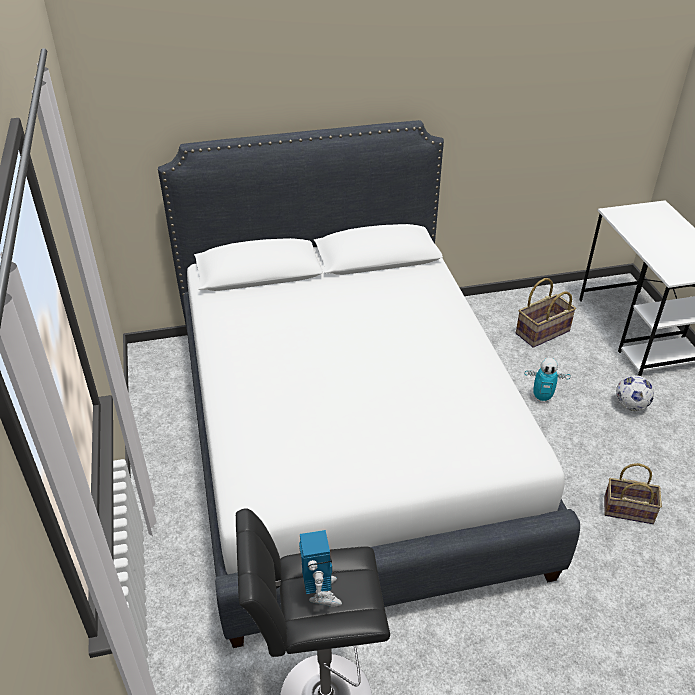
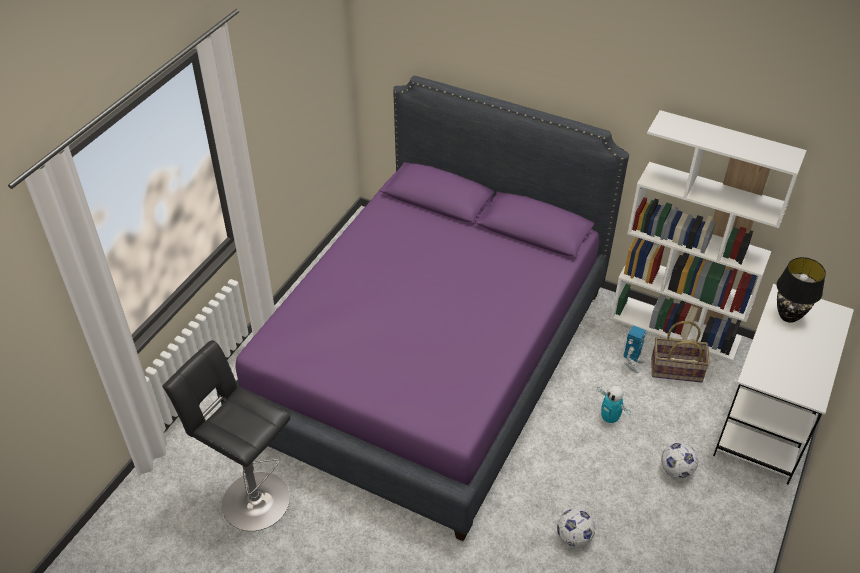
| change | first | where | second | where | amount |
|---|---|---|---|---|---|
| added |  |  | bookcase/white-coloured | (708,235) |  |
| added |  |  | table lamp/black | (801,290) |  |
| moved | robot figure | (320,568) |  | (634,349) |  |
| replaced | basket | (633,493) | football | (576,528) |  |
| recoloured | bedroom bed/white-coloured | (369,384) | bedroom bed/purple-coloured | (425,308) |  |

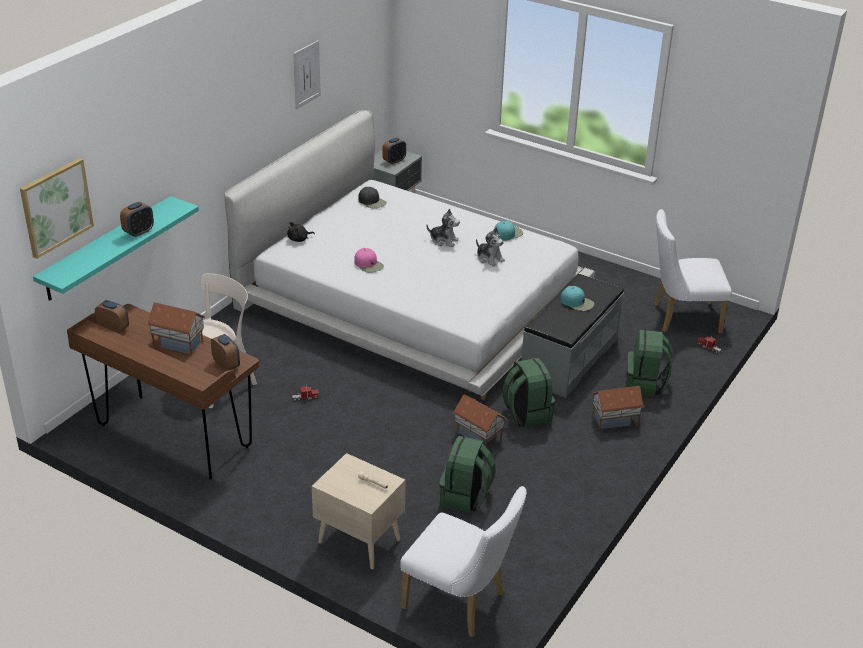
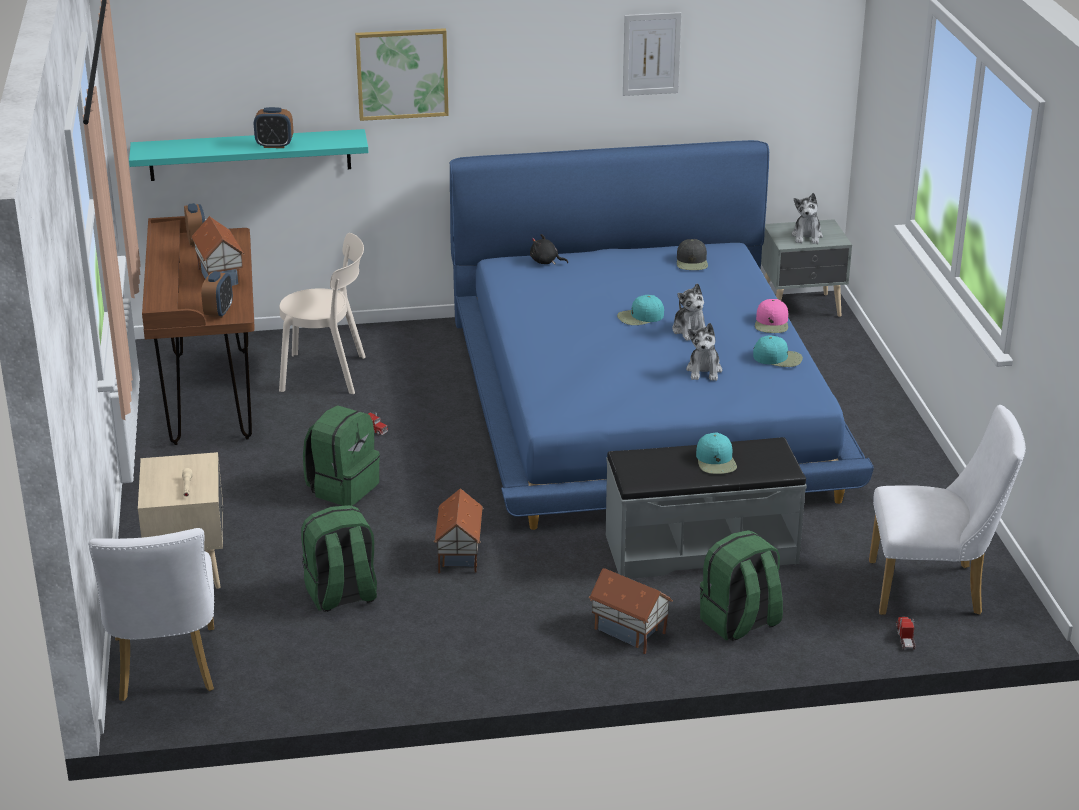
| change | first | where | second | where | amount |
|---|---|---|---|---|---|
| added |  |  | baseball cap/turquoise | (640,310) |  |
| moved | wall picture | (57,208) |  | (402,74) |  |
| moved | baseball cap/pinkish | (369,260) |  | (771,316) |  |
| moved | rucksack/greenish | (528,393) |  | (341,455) |  |
| replaced | alarm clock | (394,151) | cuddly toy | (807,218) |  |
| recoloured | bedroom bed/white-coloured | (410,255) | bedroom bed/blue | (661,335) |  |
| turned | plain chair/white-coloured | (693,271) |  | (947,510) | 135 degrees clockwise |

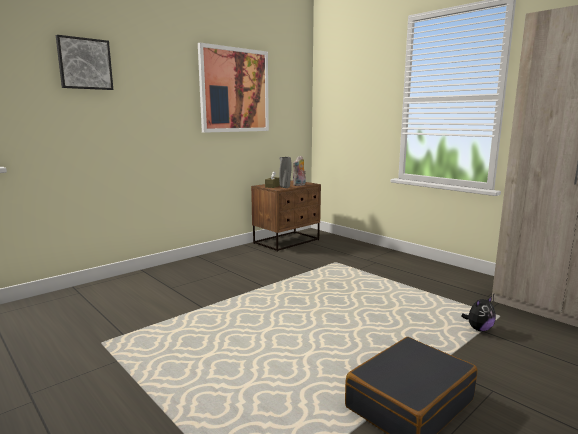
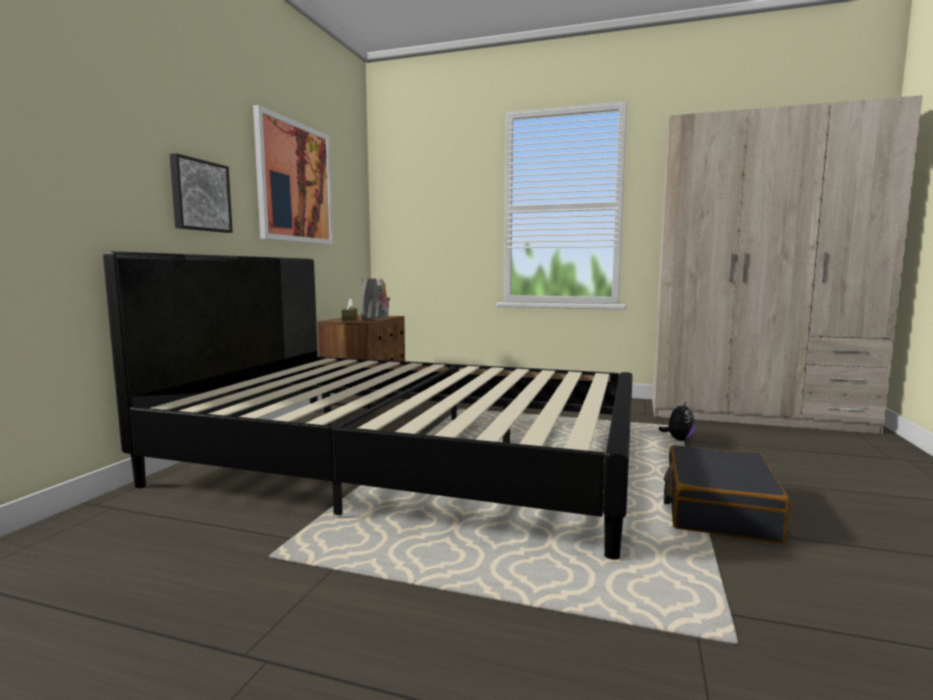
| change | first | where | second | where | amount |
|---|---|---|---|---|---|
| added |  |  | bedroom bed/black | (368,405) |  |
| moved | wall picture | (84,62) |  | (201,193) |  |

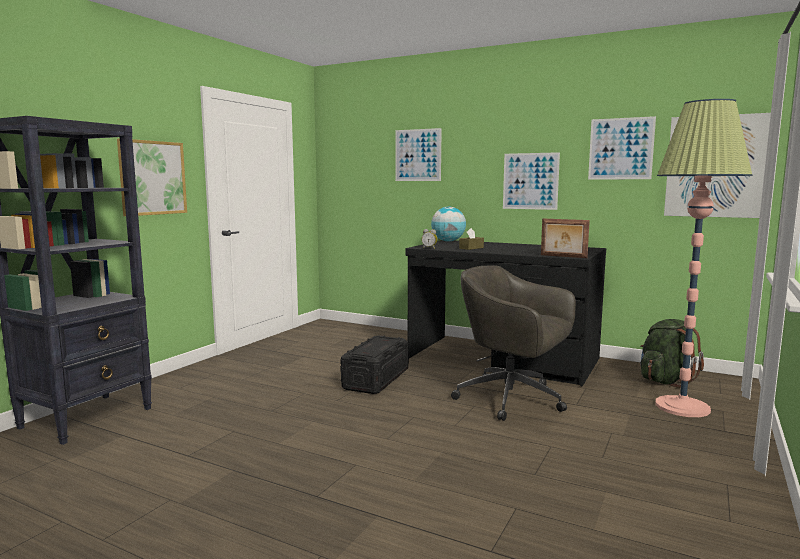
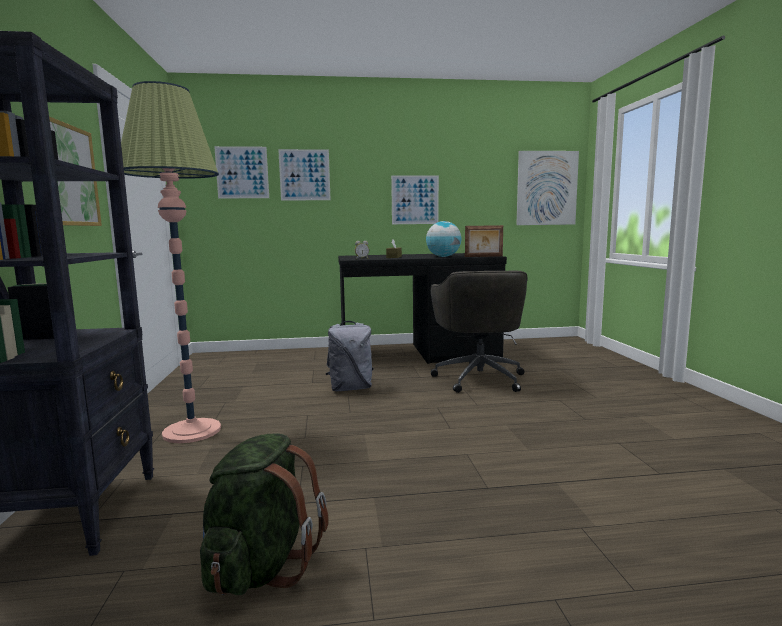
| change | first | where | second | where | amount |
|---|---|---|---|---|---|
| moved | globe | (448,224) |  | (444,239) |  |
| moved | wall picture | (622,147) |  | (241,172) |  |
| moved | rucksack/greenish | (672,353) |  | (264,514) |  |
| moved | standing lamp | (703,258) |  | (171,262) |  |
| replaced | storage container/black | (374,365) | rucksack/grey | (350,356) |  |
| turned | desk chair/grey | (513,343) |  | (479,332) | 90 degrees counterclockwise |

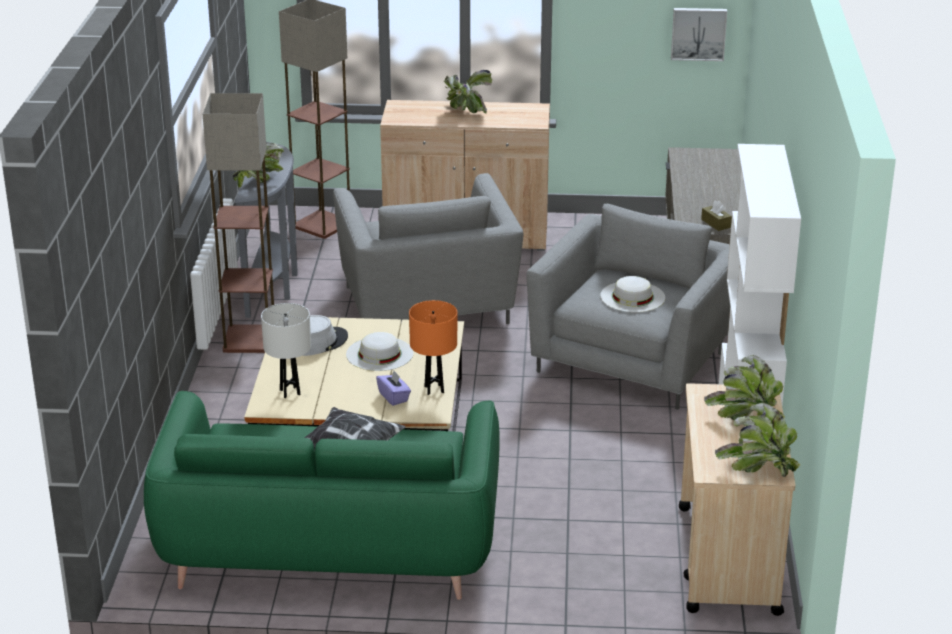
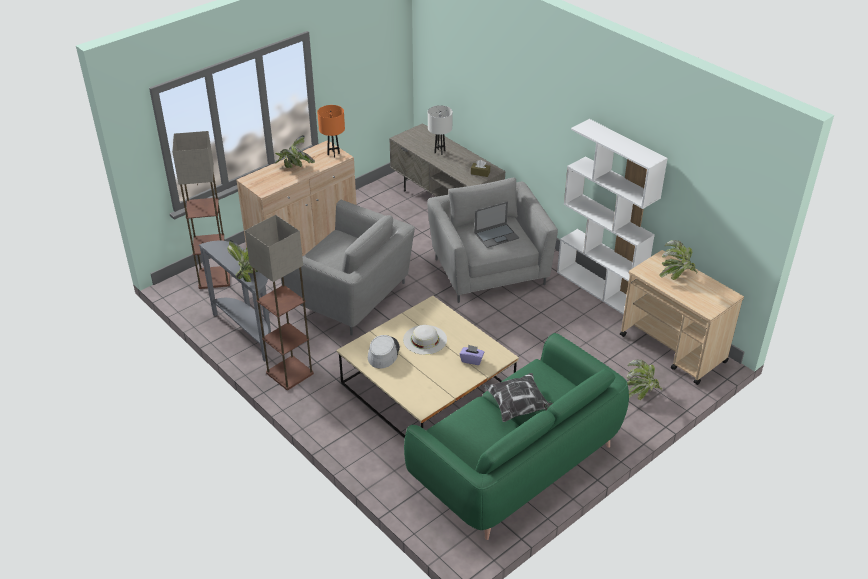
| change | first | where | second | where | amount |
|---|---|---|---|---|---|
| removed | wall picture | (699,34) |  |  |  |
| moved | table lamp/white-coloured | (286,350) |  | (440,130) |  |
| moved | table lamp/orange-coloured | (433,347) |  | (331,131) |  |
| moved | potted plant | (757,440) |  | (644,379) |  |
| replaced | clothing hat/white-coloured | (632,294) | laptop | (496,224) |  |

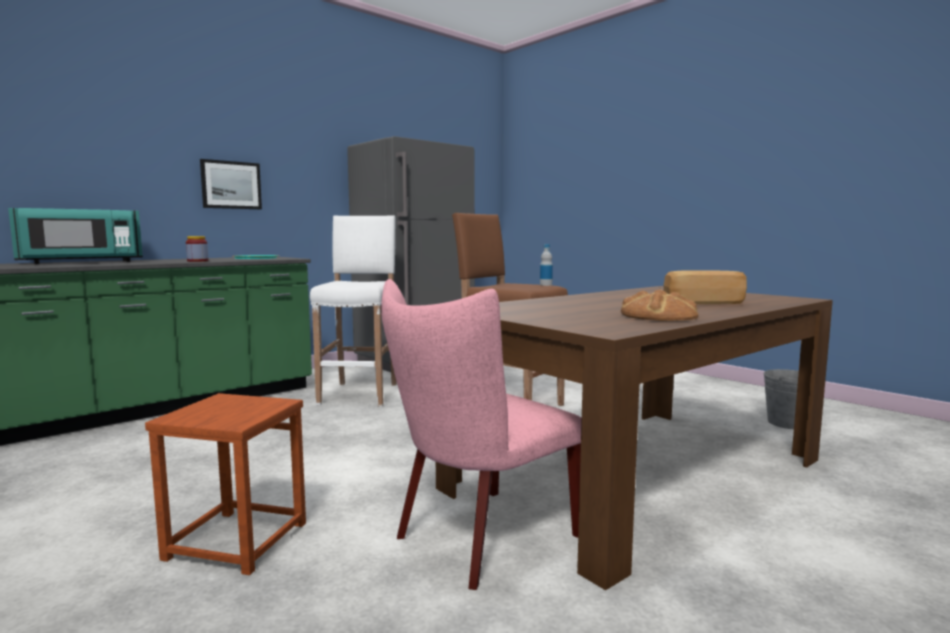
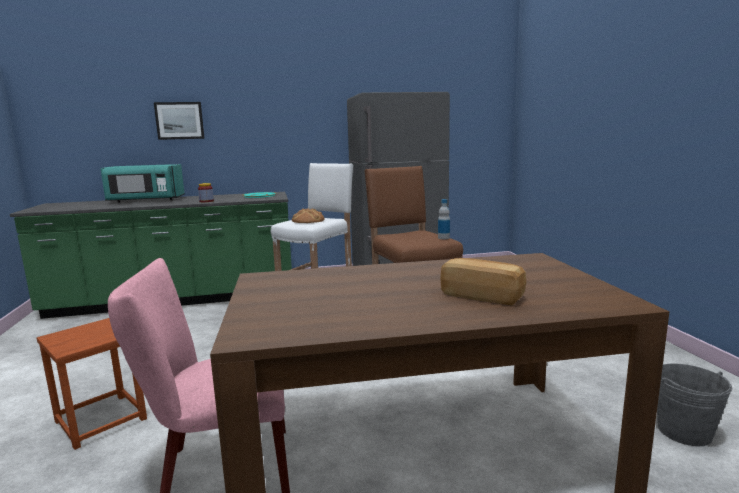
| change | first | where | second | where | amount |
|---|---|---|---|---|---|
| moved | wall picture | (231,184) |  | (179,121) |  |
| moved | bread | (659,305) |  | (308,215) |  |

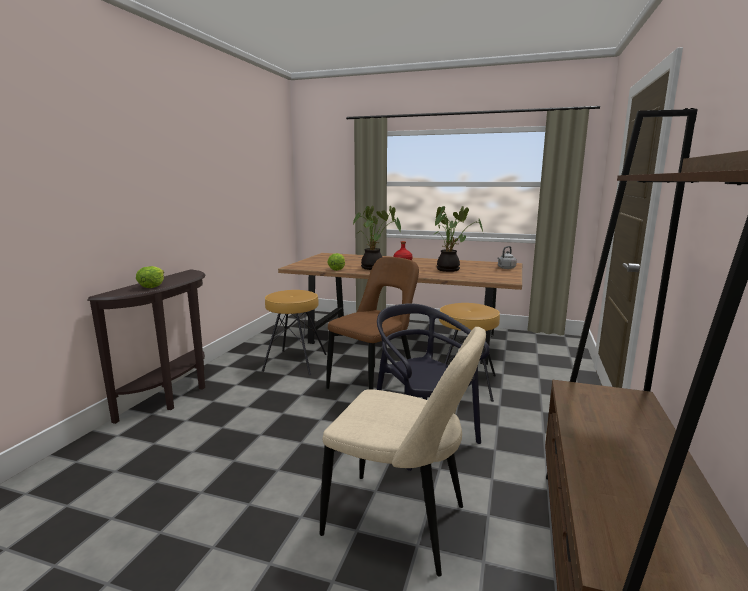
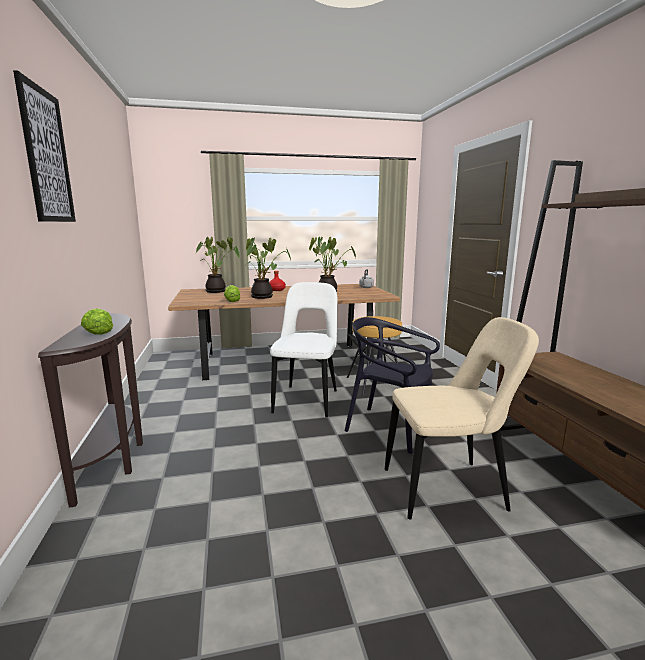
| change | first | where | second | where | amount |
|---|---|---|---|---|---|
| removed | stool seat/brown-coloured | (294,333) |  |  |  |
| added |  |  | wall picture | (44,146) |  |
| added |  |  | potted plant | (218,265) |  |
| recoloured | plain chair/brown-coloured | (372,323) | plain chair/white-coloured | (304,349) |  |

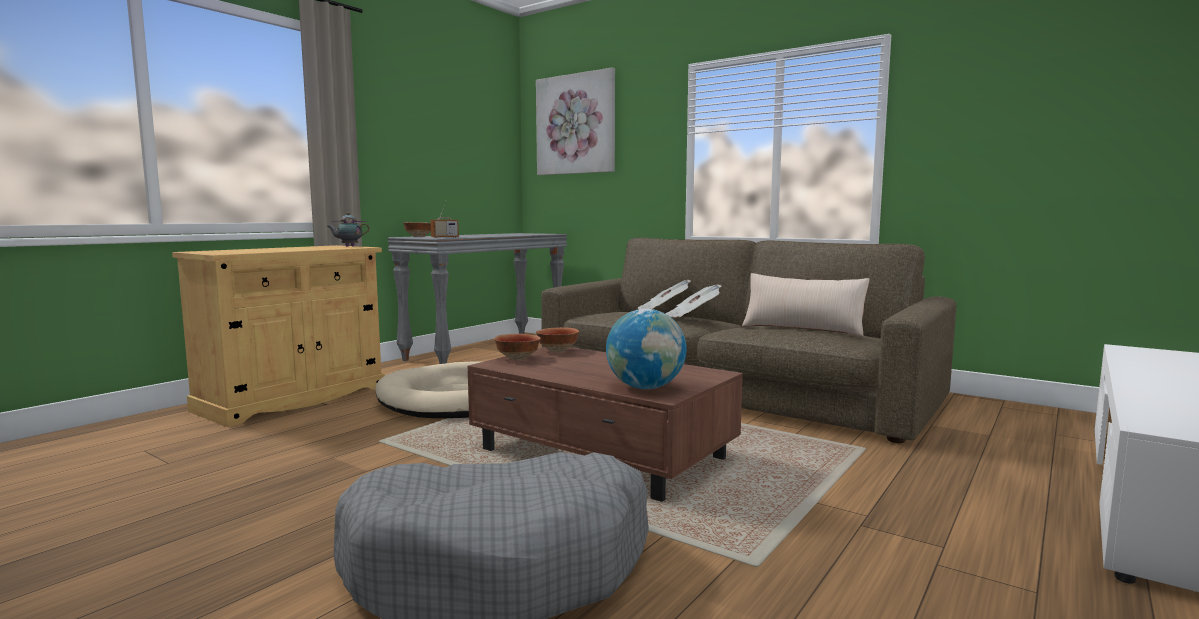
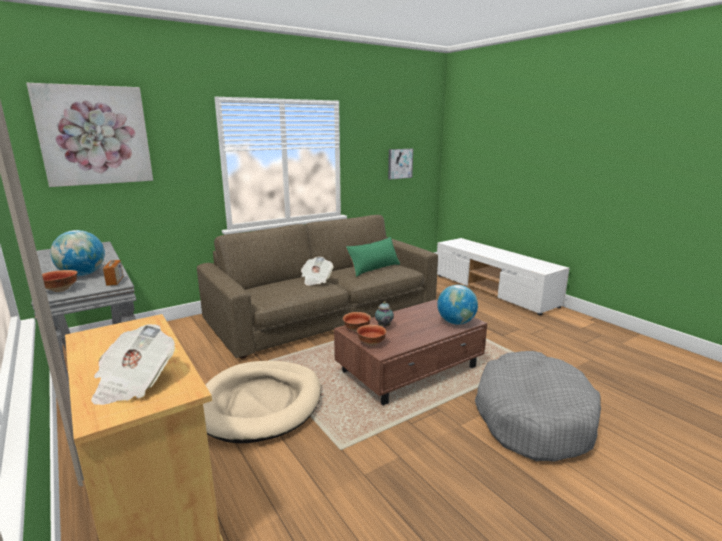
| change | first | where | second | where | amount |
|---|---|---|---|---|---|
| added |  |  | globe | (77,253) |  |
| added |  |  | wall picture | (400,164) |  |
| moved | pot for tea | (348,229) |  | (384,314) |  |
| moved | daily paper | (664,294) |  | (133,364) |  |
| recoloured | throw pillow/beige-coloured | (806,304) | throw pillow/greenish | (373,257) |  |

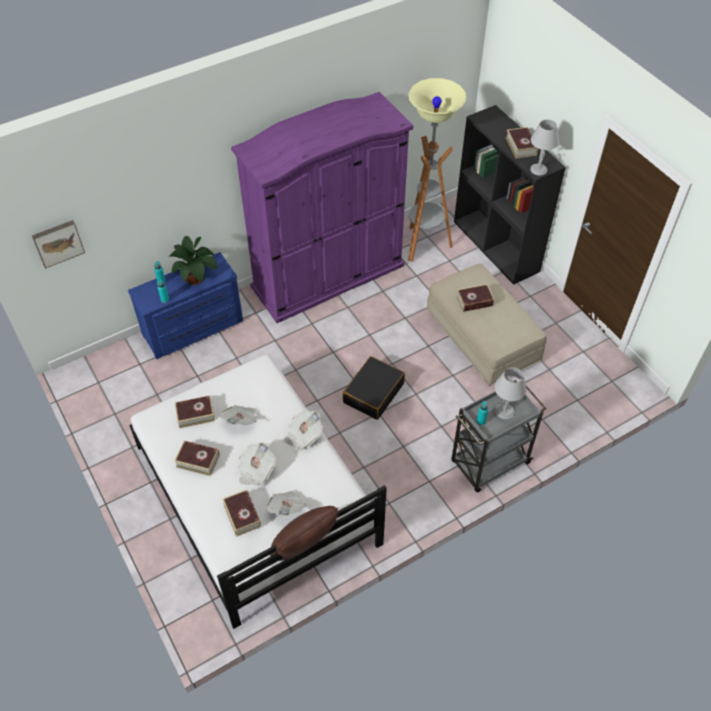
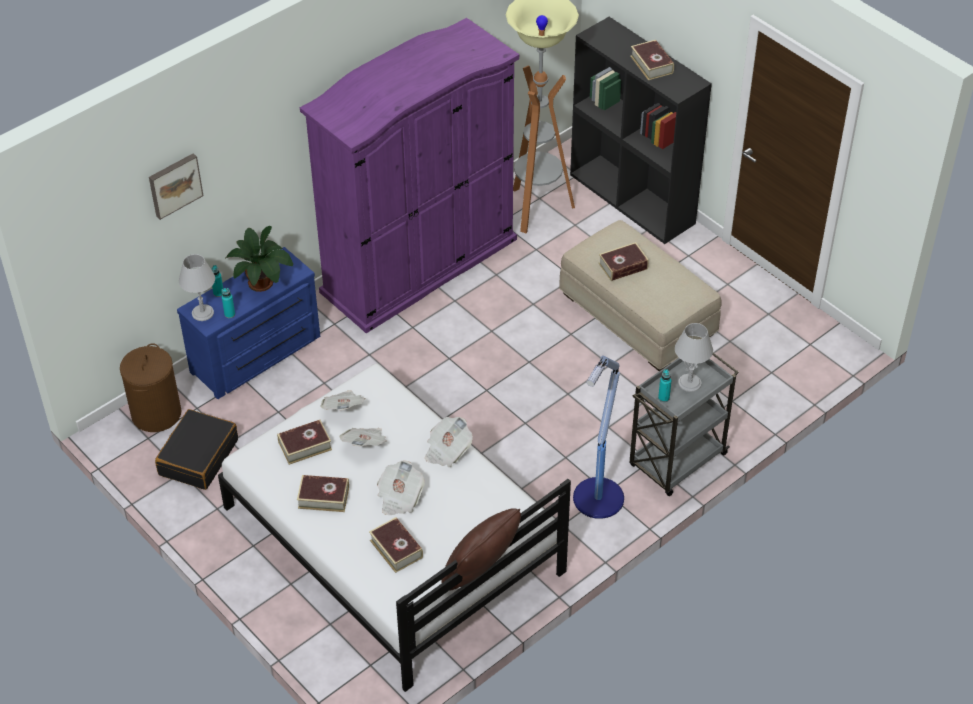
| change | first | where | second | where | amount |
|---|---|---|---|---|---|
| added |  |  | hamper/brown-coloured | (150,387) |  |
| added |  |  | standing lamp | (598,437) |  |
| moved | wall picture | (58,244) |  | (176,187) |  |
| moved | daily paper | (286,503) |  | (342,400) |  |
| moved | piece of luggage/black | (374,388) |  | (196,449) |  |
| moved | table lamp/grey | (544,148) |  | (197,287) |  |

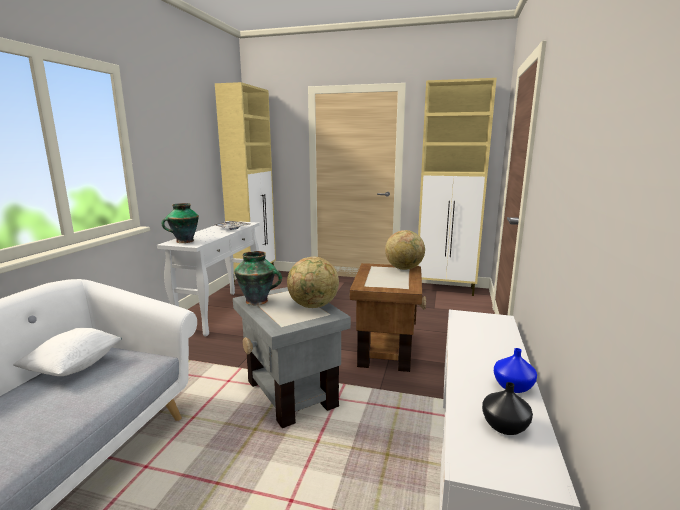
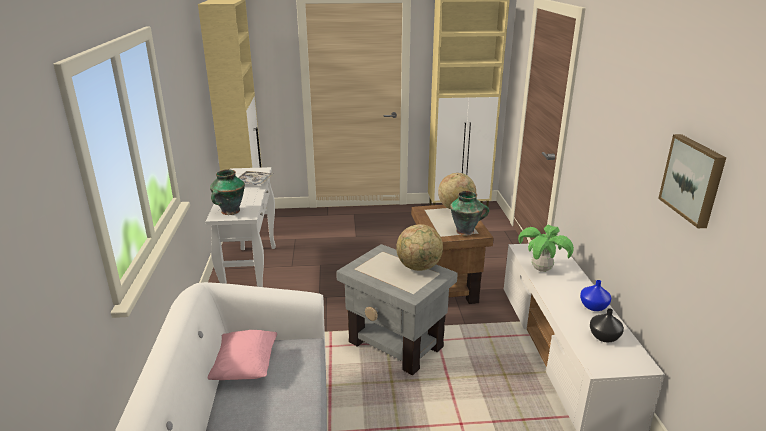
| change | first | where | second | where | amount |
|---|---|---|---|---|---|
| added |  |  | potted plant | (546,248) |  |
| added |  |  | wall picture | (692,181) |  |
| moved | vase | (258,278) |  | (469,213) |  |
| recoloured | throw pillow/white-coloured | (67,352) | throw pillow/pinkish | (242,355) |  |

